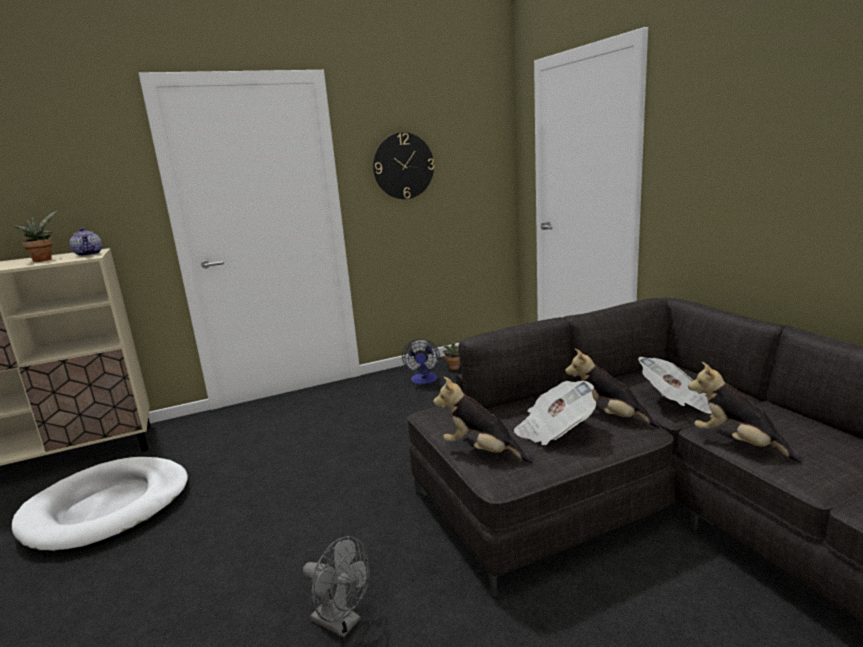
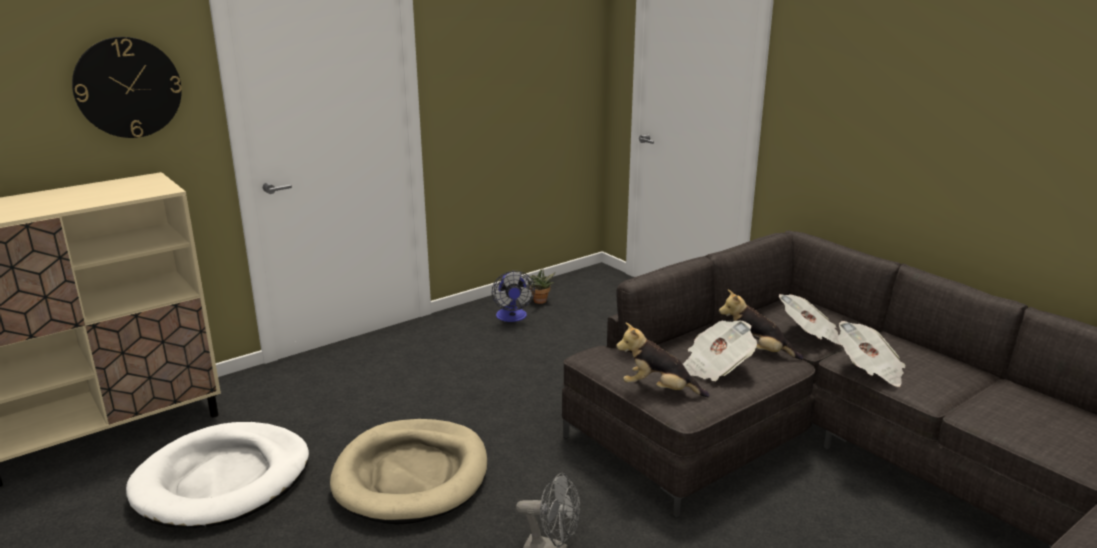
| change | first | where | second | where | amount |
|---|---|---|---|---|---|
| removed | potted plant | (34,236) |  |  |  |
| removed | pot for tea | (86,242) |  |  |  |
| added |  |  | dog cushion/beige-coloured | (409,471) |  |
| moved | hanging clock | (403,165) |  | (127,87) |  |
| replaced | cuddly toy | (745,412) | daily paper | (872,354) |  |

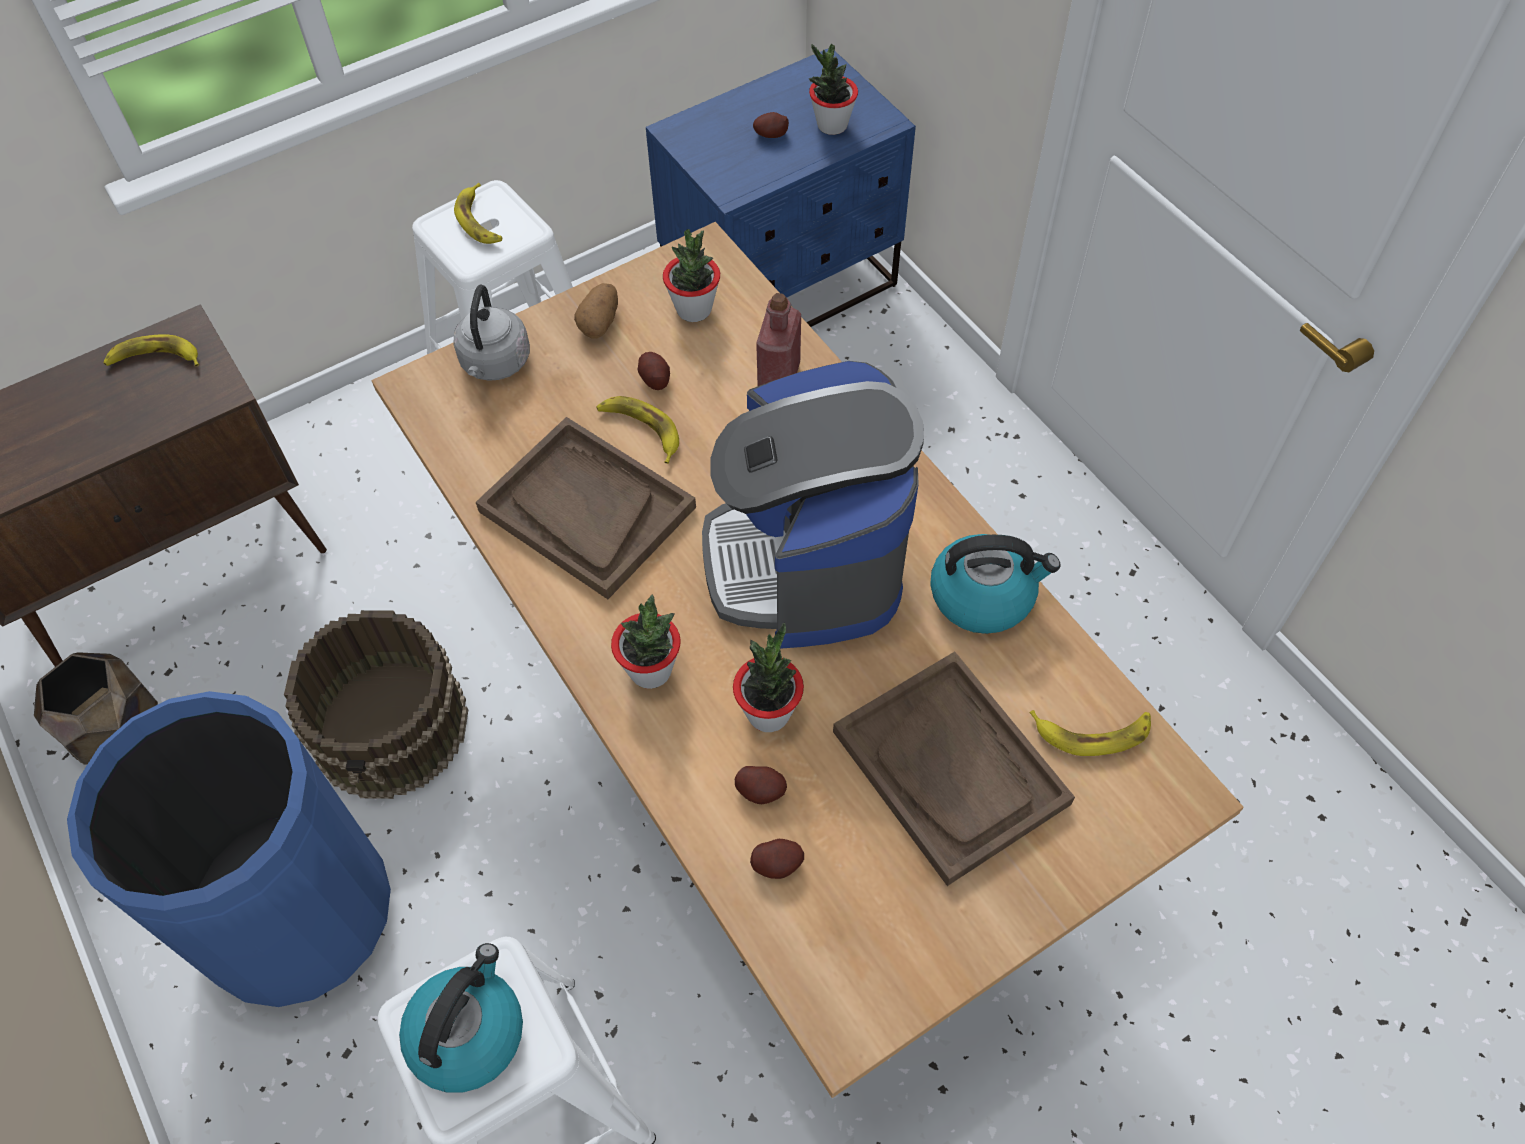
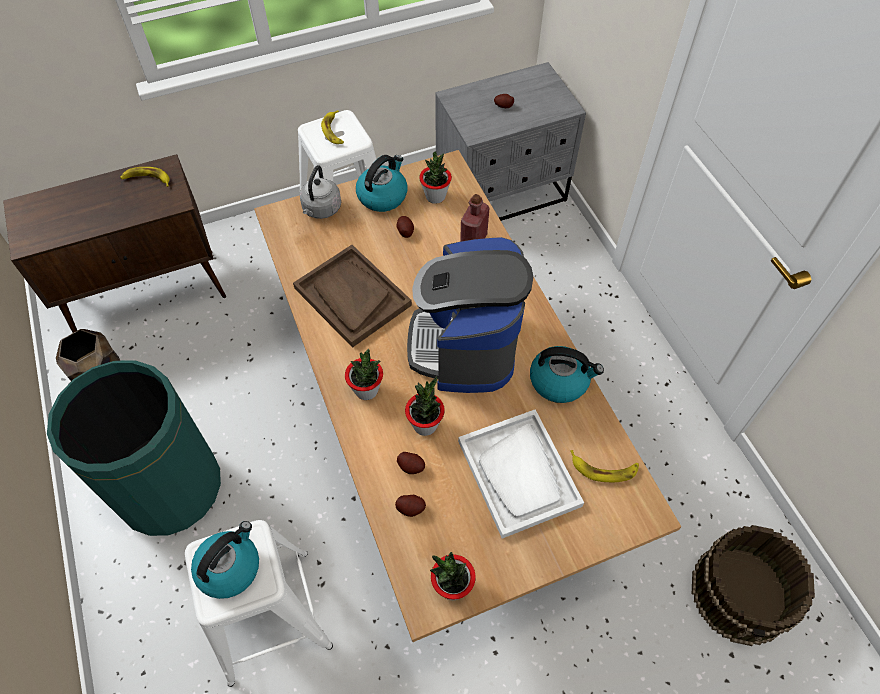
| change | first | where | second | where | amount |
|---|---|---|---|---|---|
| removed | banana | (637,430) |  |  |  |
| moved | water bucket/brown-coloured | (376,704) |  | (753,585) |  |
| moved | potted plant | (833,89) |  | (453,576) |  |
| replaced | potato | (596,311) | kettle | (381,183) |  |
| recoloured | waste bin/blue | (229,849) | waste bin/greenish | (134,448) |  |
| recoloured | bedside table/blue | (781,188) | bedside table/grey | (510,141) |  |
| recoloured | carrying tray/brown-coloured | (954,768) | carrying tray/white-coloured | (521,474) |  |

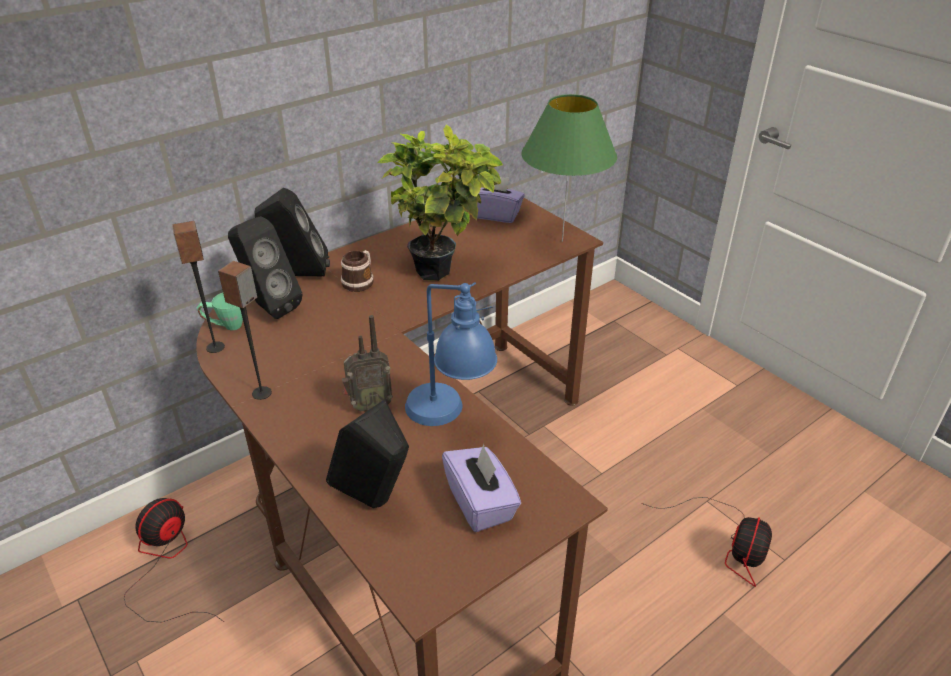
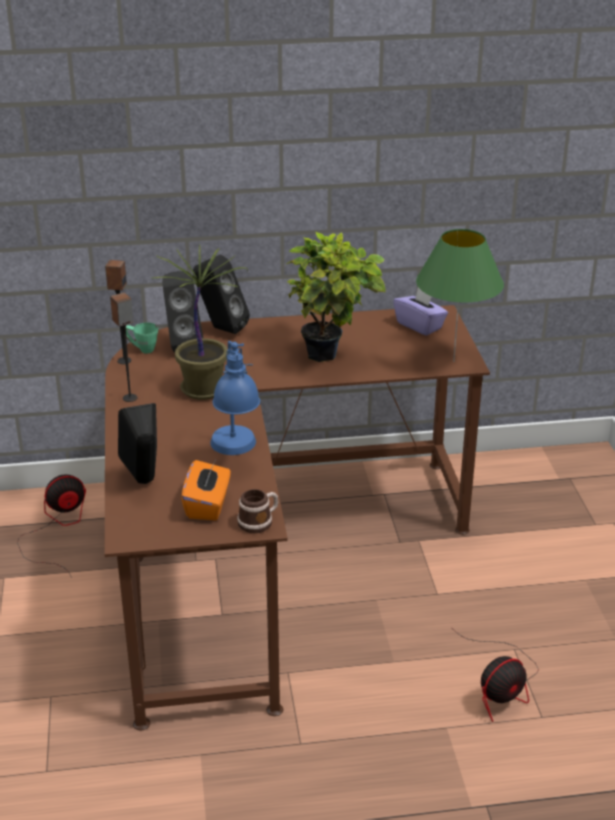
| change | first | where | second | where | amount |
|---|---|---|---|---|---|
| removed | radio set | (367,363) |  |  |  |
| added |  |  | potted plant | (200,322) |  |
| moved | tea mug | (357,271) |  | (257,511) |  |
| recoloured | tissue box/purple-coloured | (481,488) | tissue box/orange-coloured | (206,490) |  |

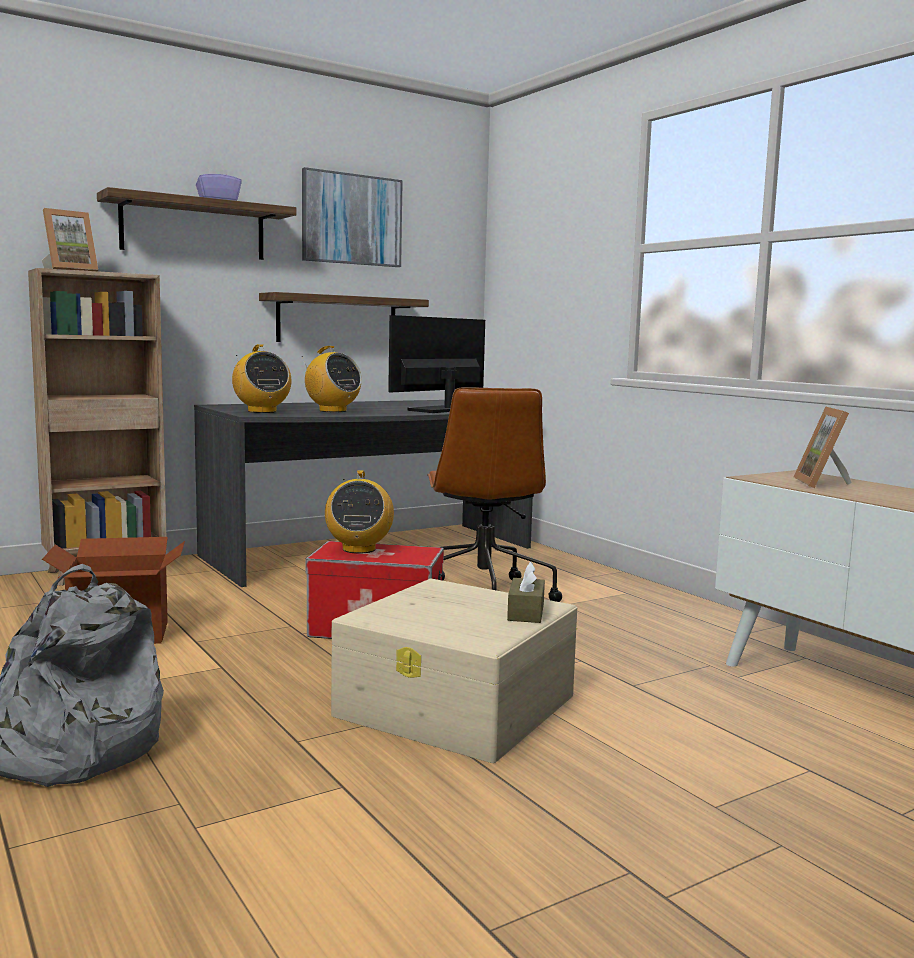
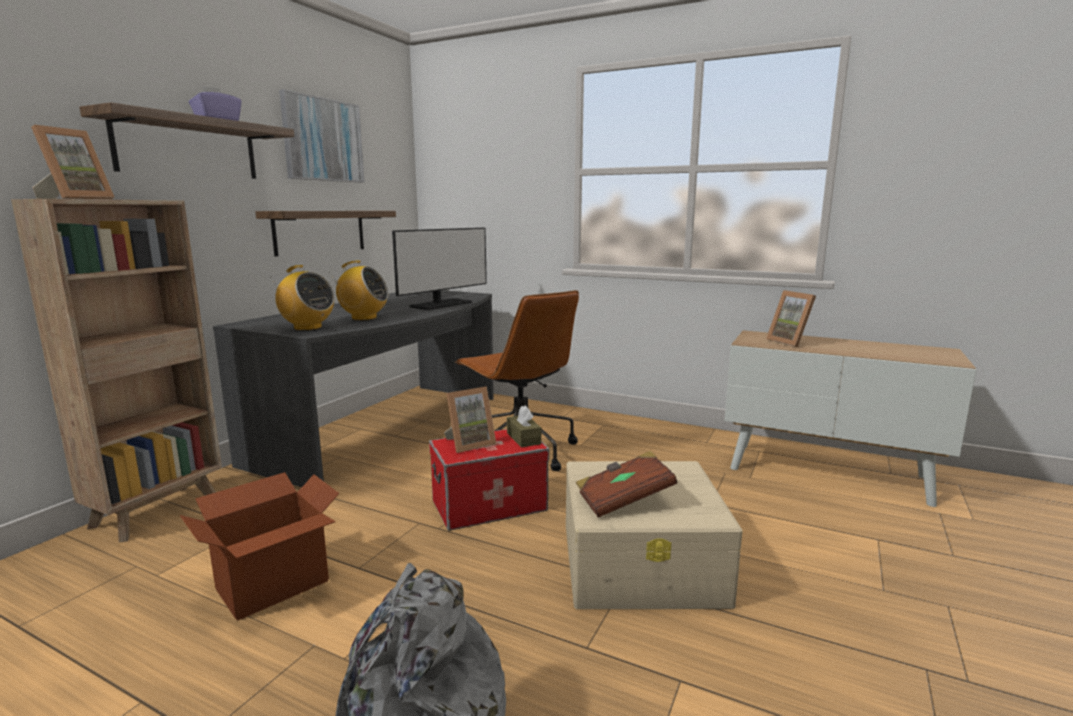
| change | first | where | second | where | amount |
|---|---|---|---|---|---|
| added |  |  | bound book/brown-coloured | (626,484) |  |
| moved | tissue box/brown-coloured | (526,592) |  | (524,426) |  |
| replaced | radio set | (359,512) | photo frame | (470,419) |  |
| turned | computer screen | (436,364) |  | (439,268) | 150 degrees counterclockwise |

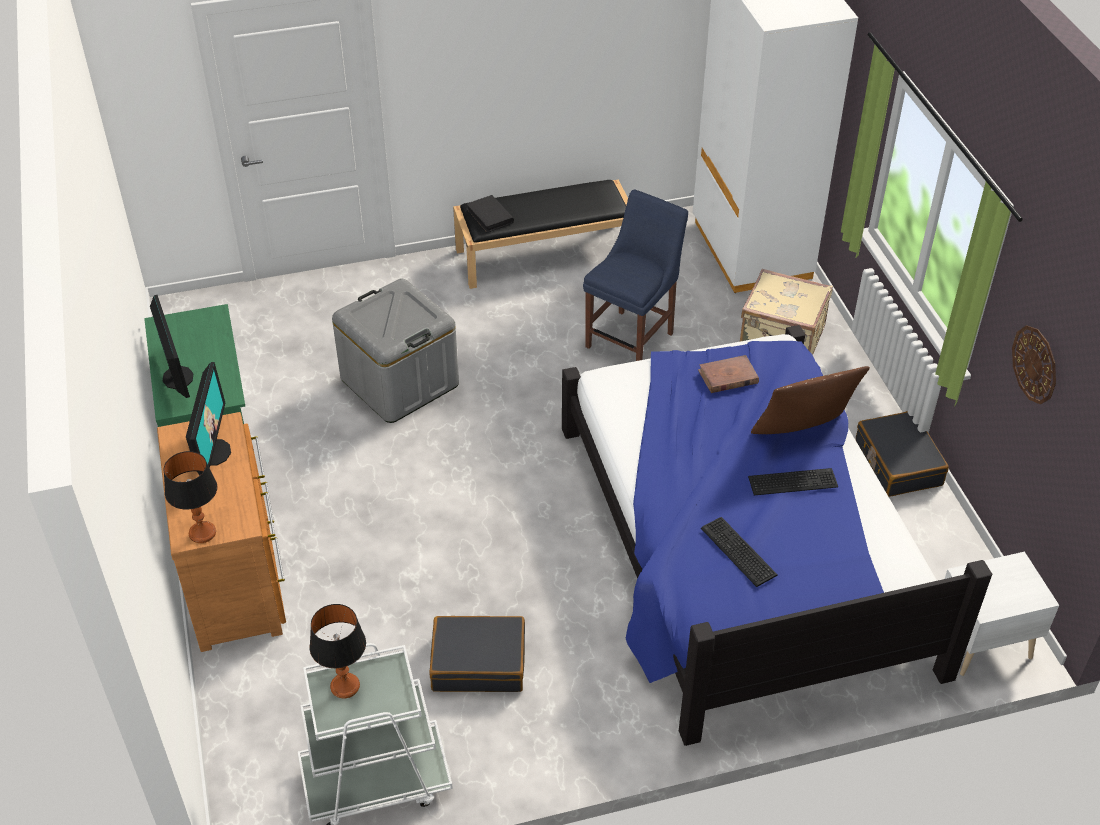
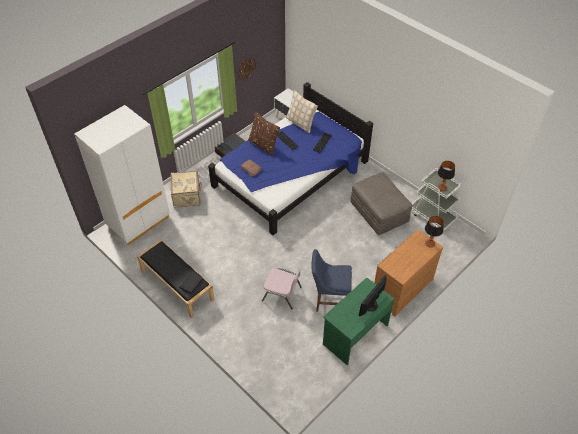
| change | first | where | second | where | amount |
|---|---|---|---|---|---|
| removed | computer screen | (208,419) |  |  |  |
| added |  |  | throw pillow/beige-coloured | (302,111) |  |
| moved | plain chair/blue | (635,275) |  | (332,280) |  |
| replaced | storage container/grey | (395,351) | plain chair/pinkish | (282,288) |  |
| replaced | piece of luggage/black | (477,654) | pouffe/grey | (381,204) |  |

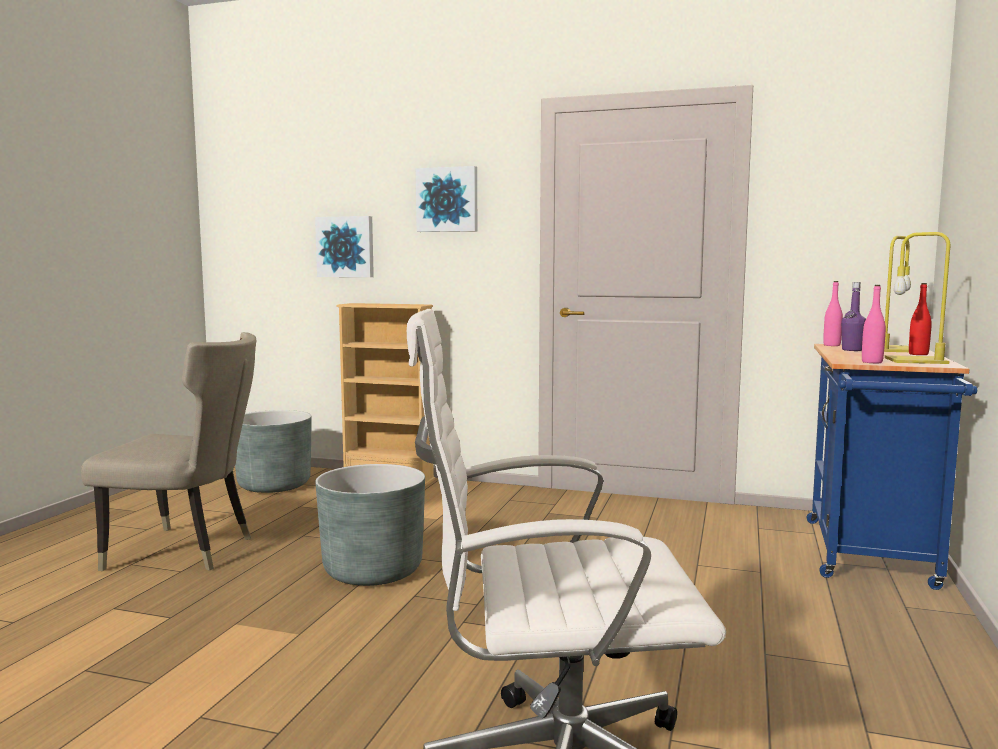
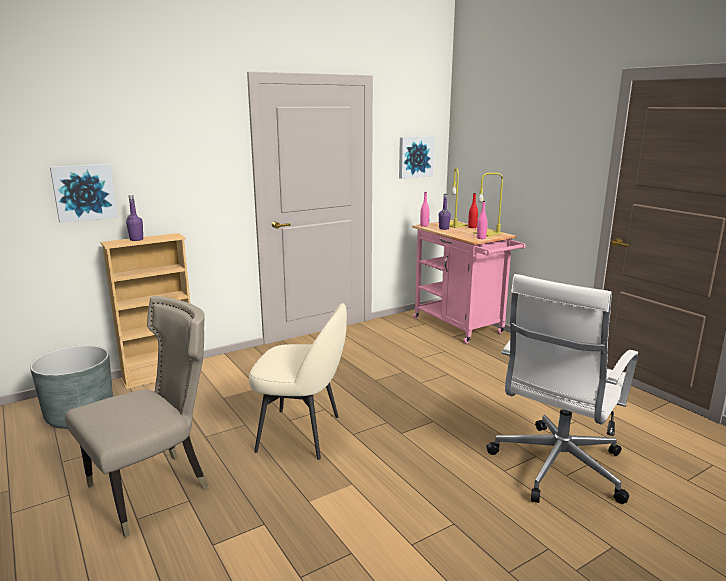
| change | first | where | second | where | amount |
|---|---|---|---|---|---|
| added |  |  | drink bottle/purple-coloured | (134,218) |  |
| moved | wall picture | (446,199) |  | (416,157) |  |
| replaced | plant pot/grey | (370,525) | plain chair/beige-coloured | (298,381) |  |
| recoloured | trolley/blue | (892,467) | trolley/pinkish | (469,282) |  |

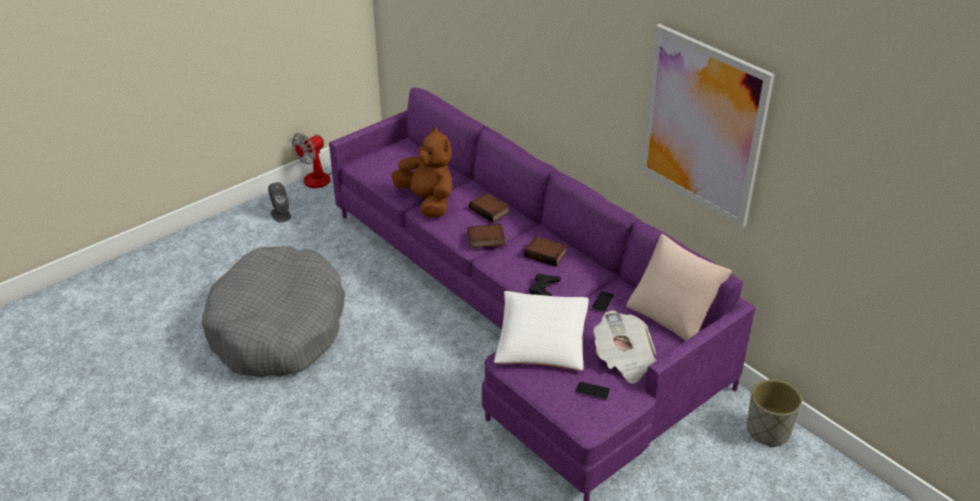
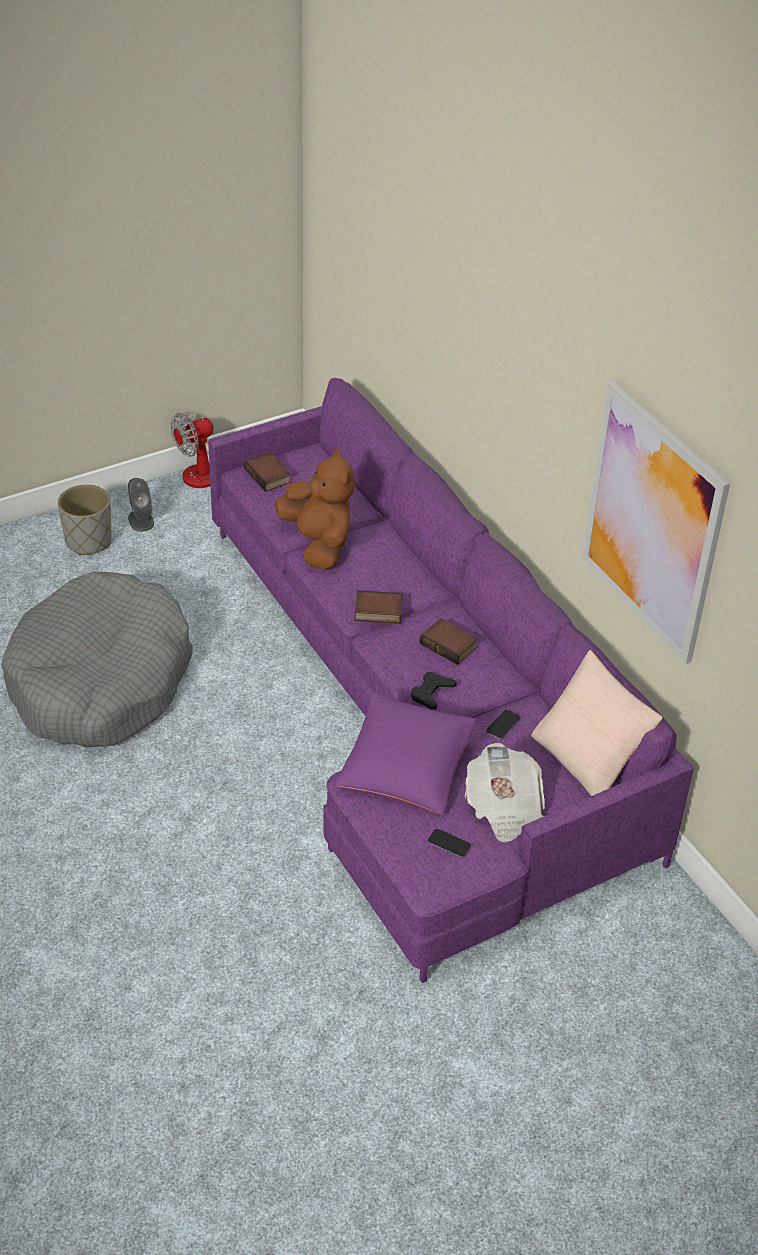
| change | first | where | second | where | amount |
|---|---|---|---|---|---|
| moved | bound book | (489,208) |  | (267,472) |  |
| moved | plant pot/grey | (774,413) |  | (85,520) |  |
| recoloured | throw pillow/white-coloured | (541,331) | throw pillow/purple-coloured | (405,753) |  |

